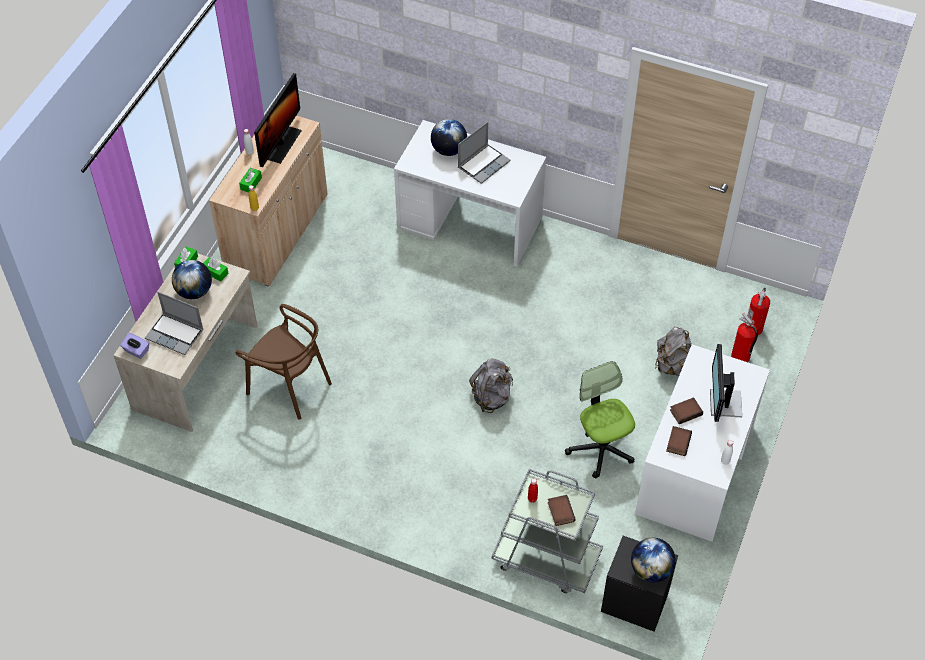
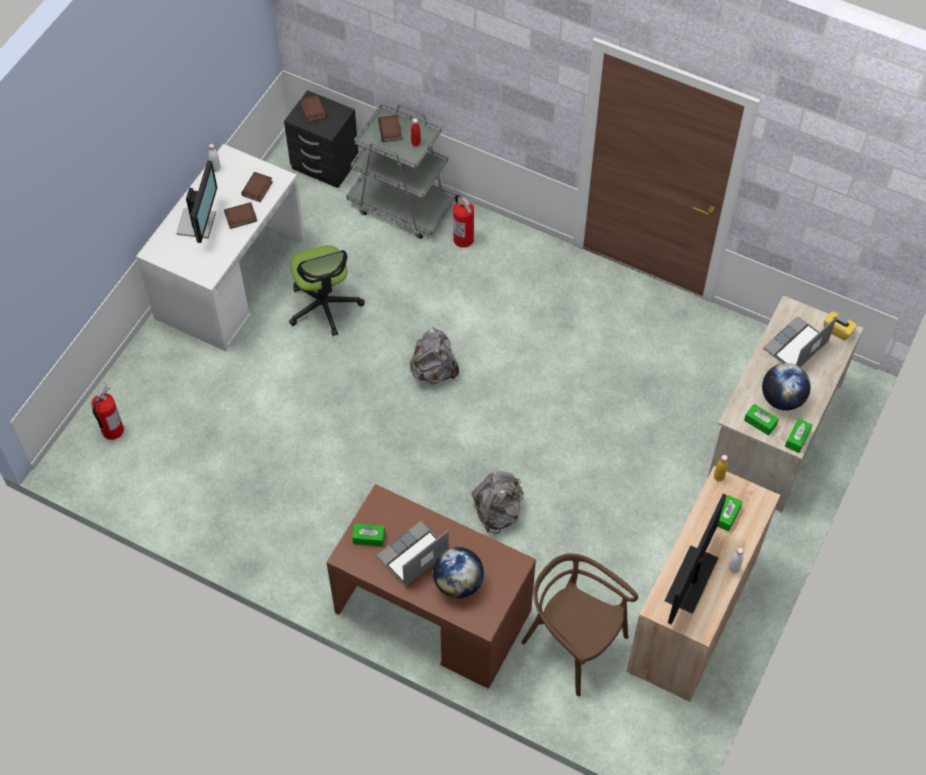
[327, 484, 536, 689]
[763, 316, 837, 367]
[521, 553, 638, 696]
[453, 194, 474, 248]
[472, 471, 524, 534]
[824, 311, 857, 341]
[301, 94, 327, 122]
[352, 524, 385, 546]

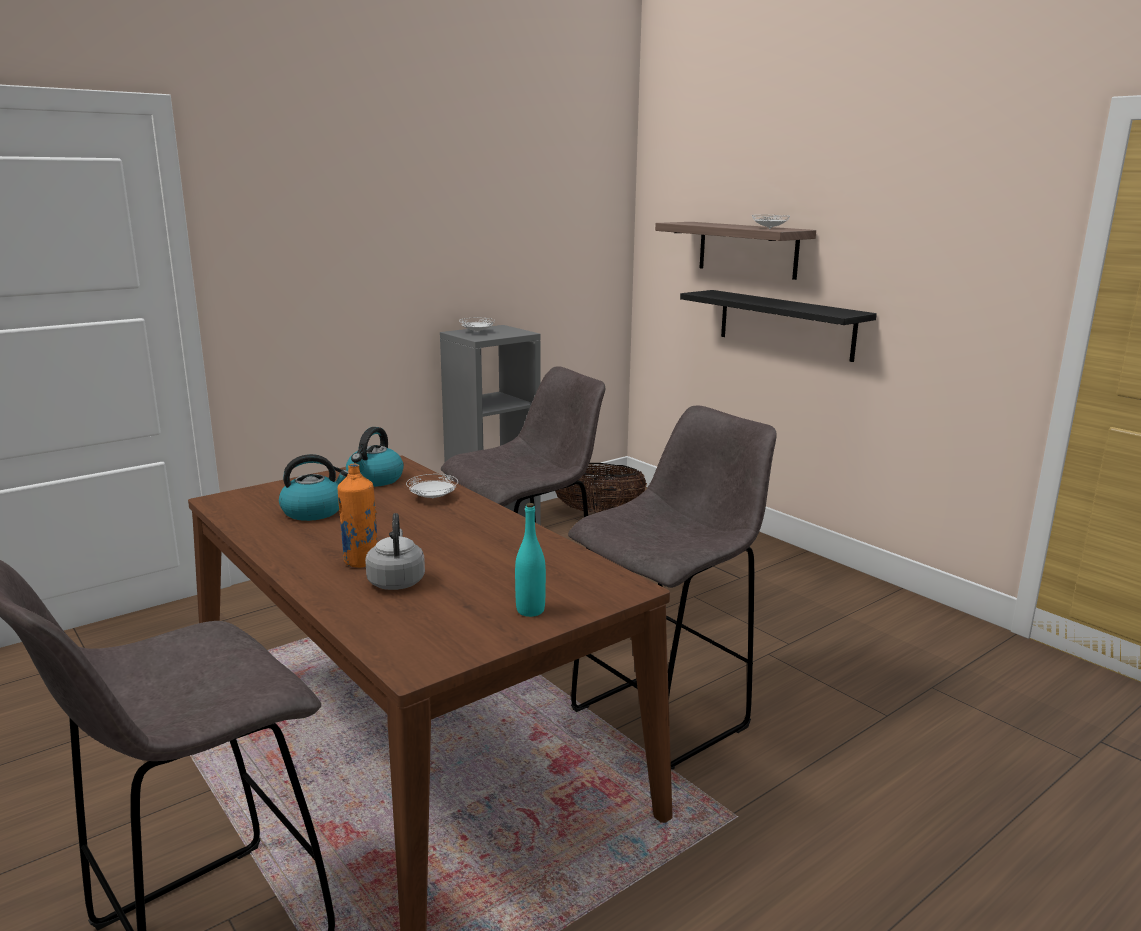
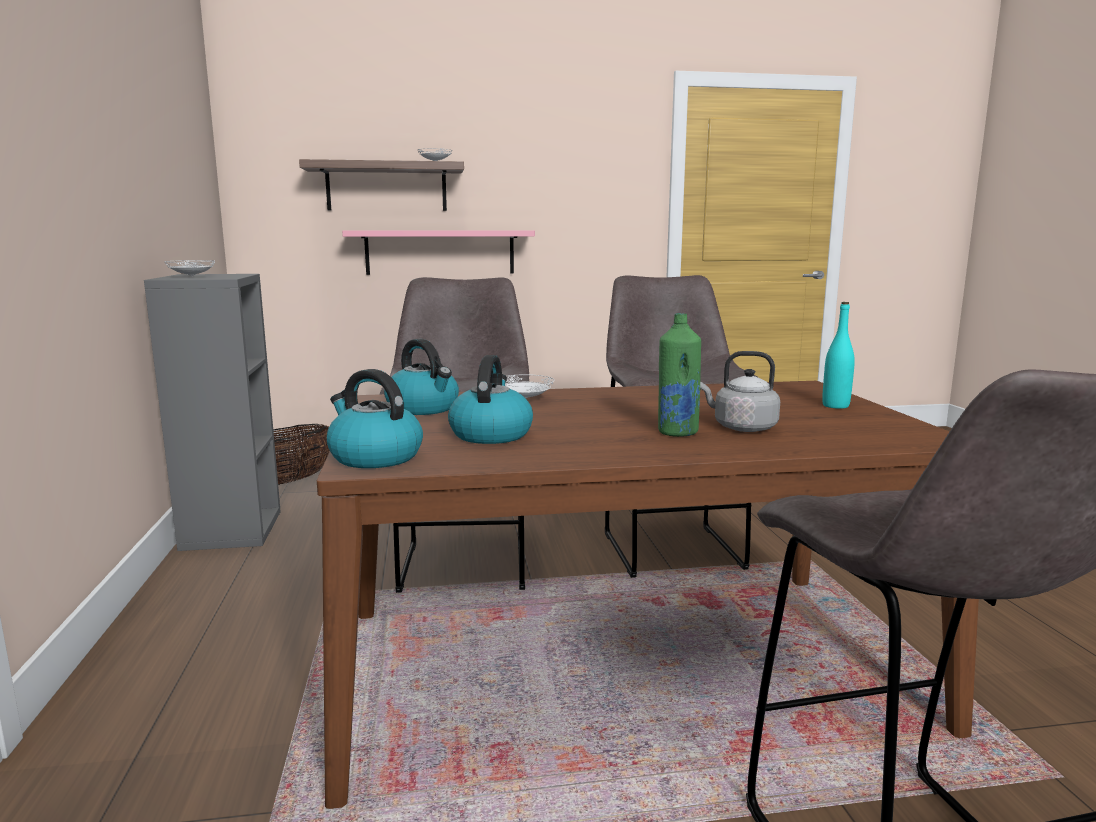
[342, 230, 535, 275]
[658, 313, 701, 437]
[327, 369, 423, 468]

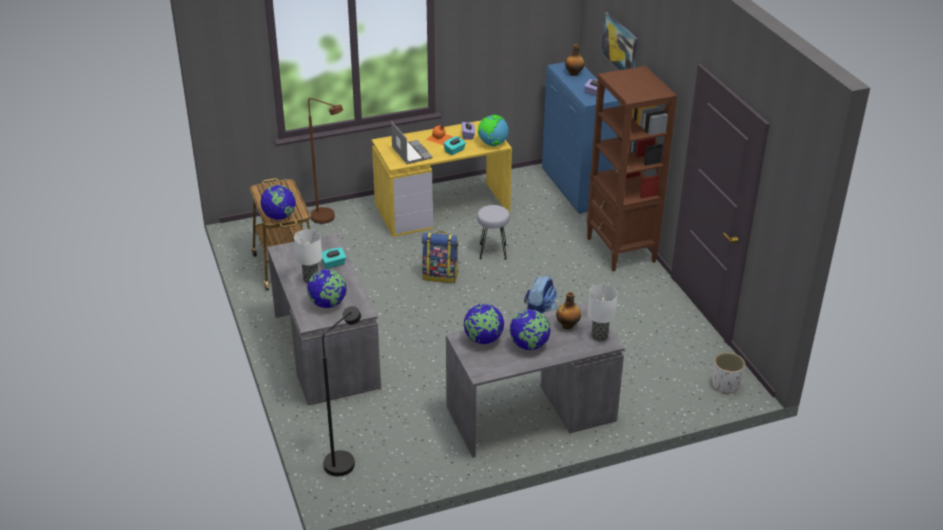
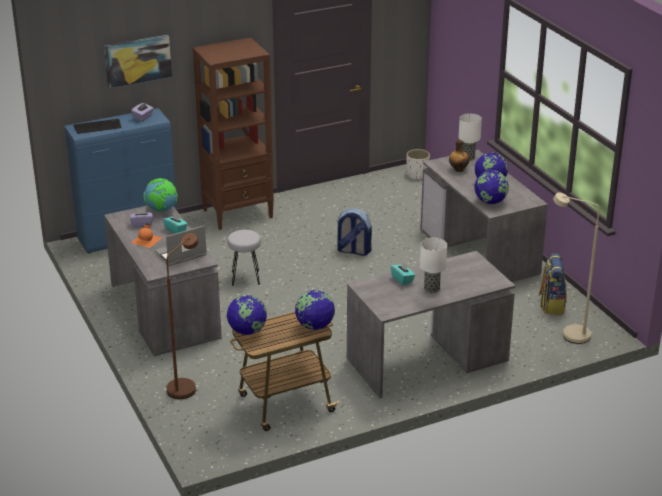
[73, 119, 122, 134]
[104, 205, 222, 356]
[539, 253, 567, 314]
[227, 295, 267, 335]
[553, 192, 600, 344]

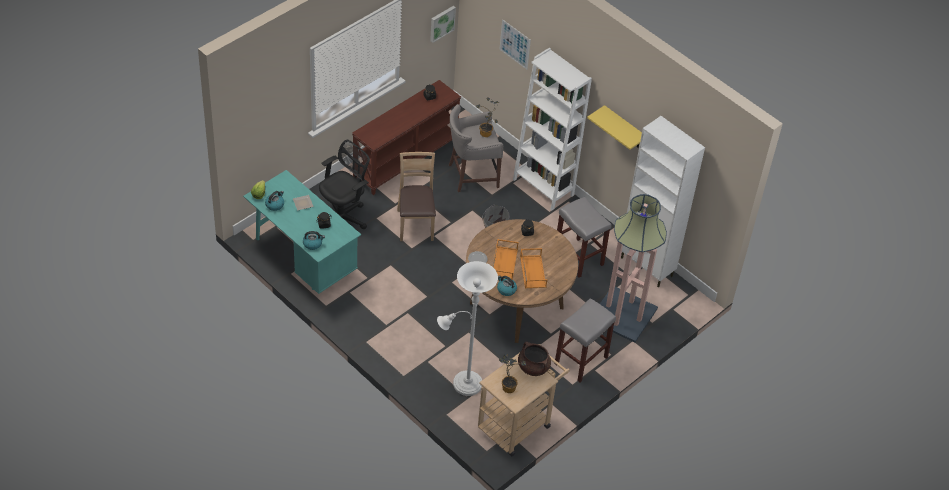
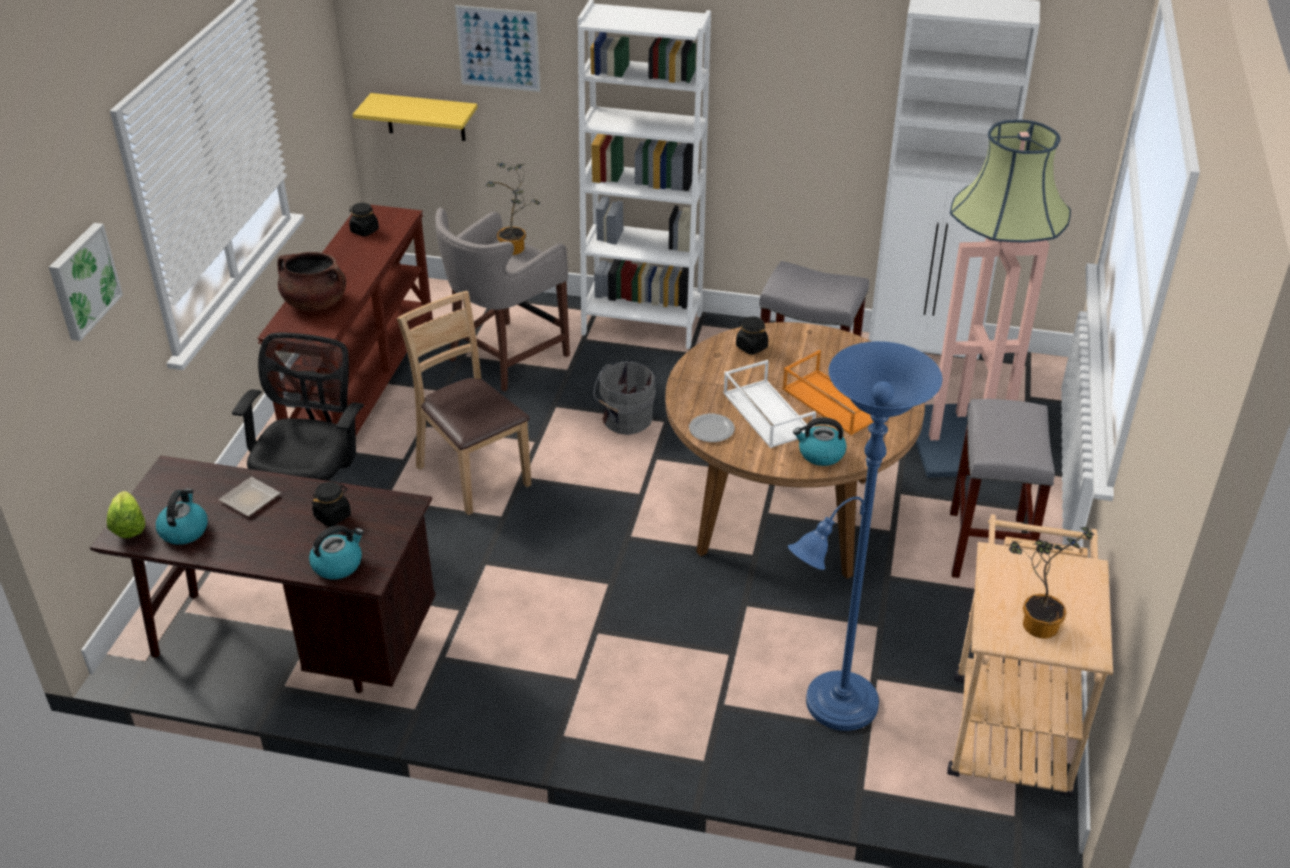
[49, 223, 123, 341]
[353, 93, 478, 141]
[90, 456, 436, 693]
[723, 360, 816, 448]
[788, 341, 942, 731]
[278, 252, 346, 311]

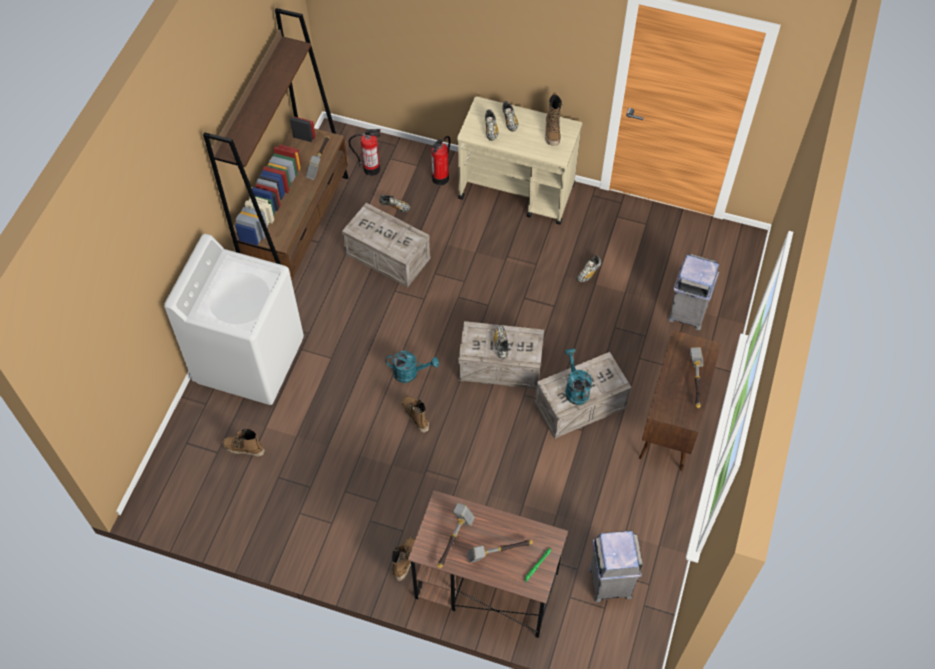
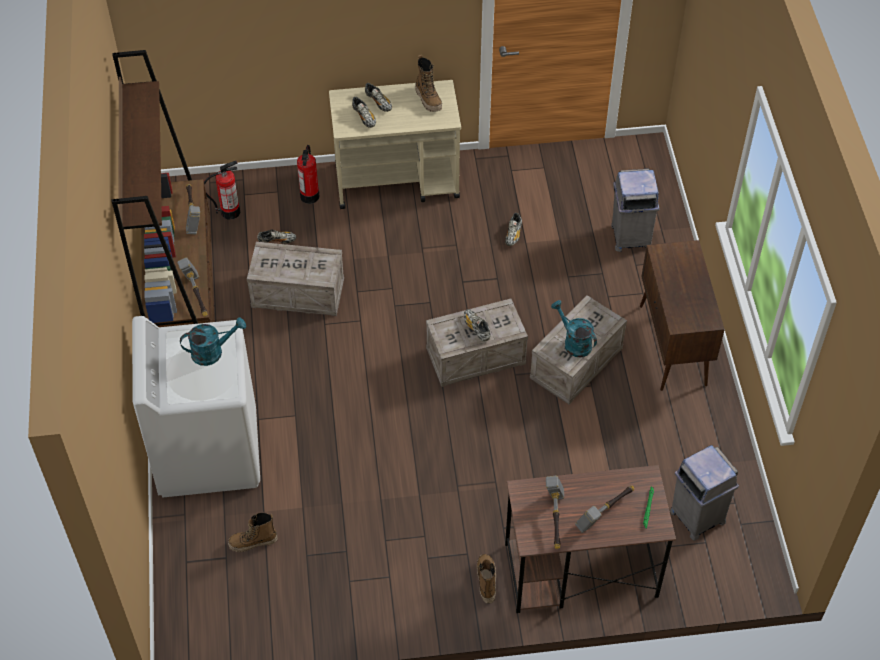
[177, 257, 208, 316]
[180, 317, 246, 366]
[402, 396, 429, 433] (first image)

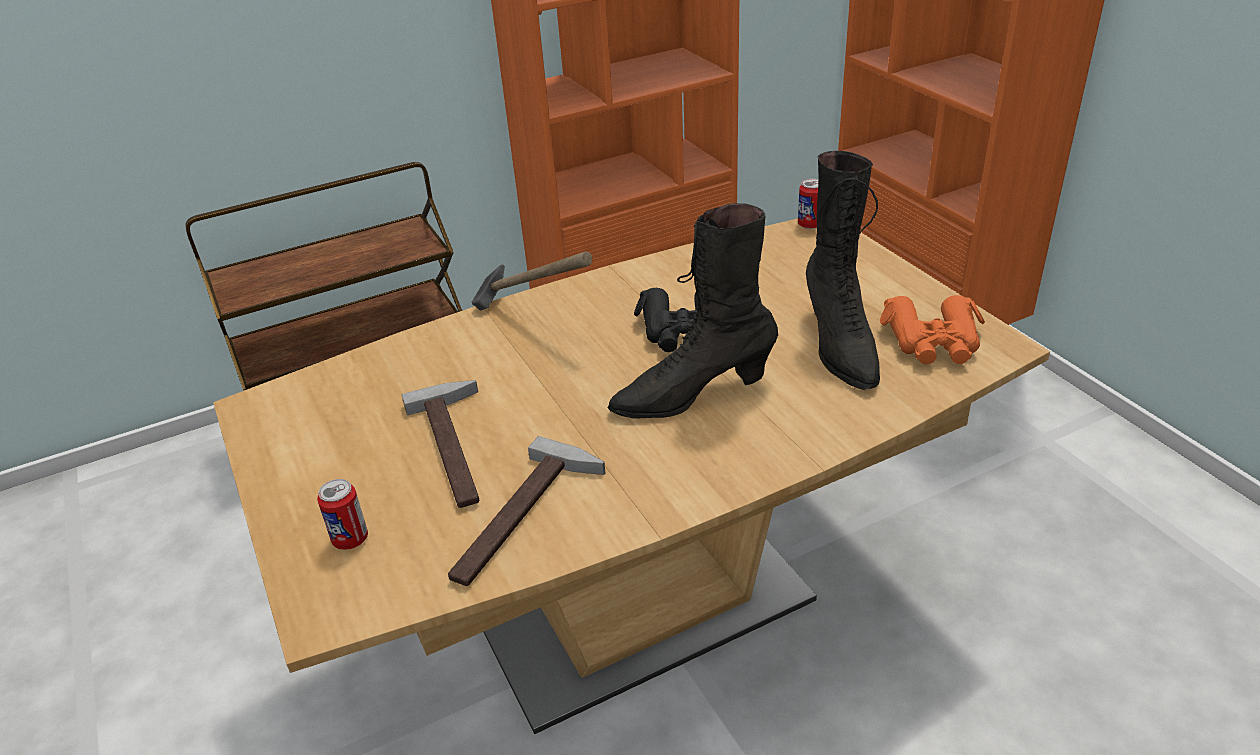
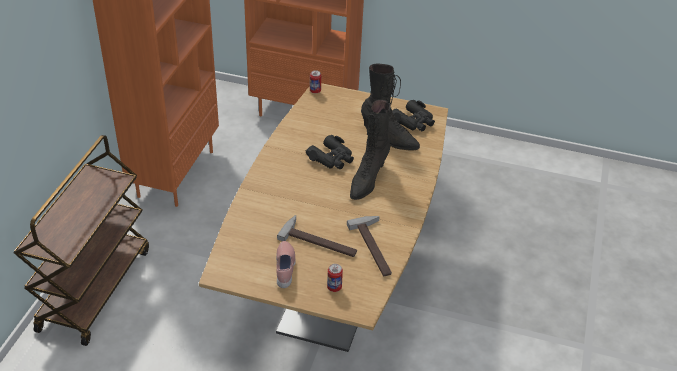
[472, 251, 592, 310] (first image)
[392, 100, 435, 131]
[276, 241, 296, 288]

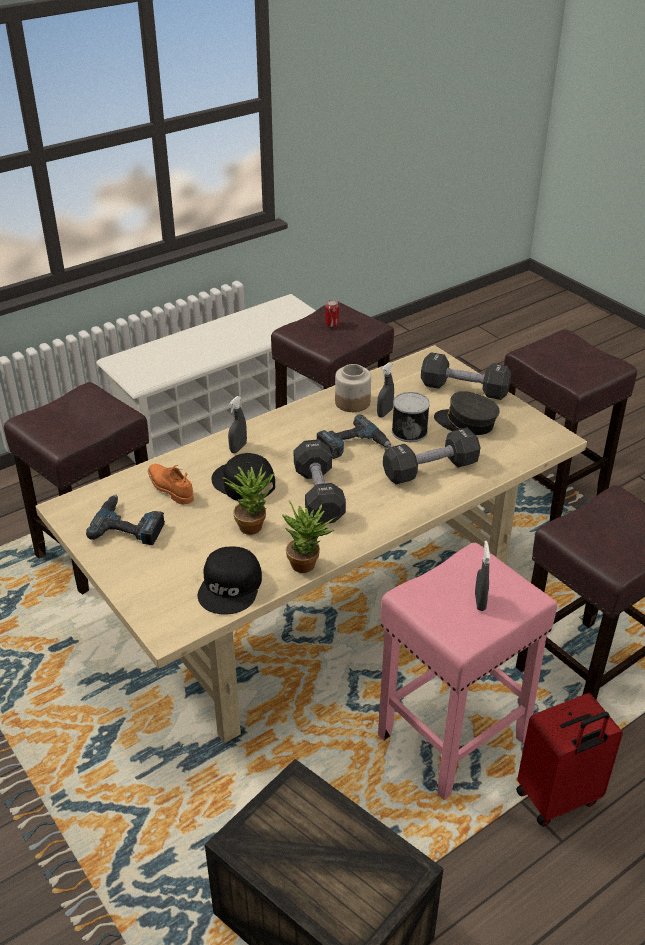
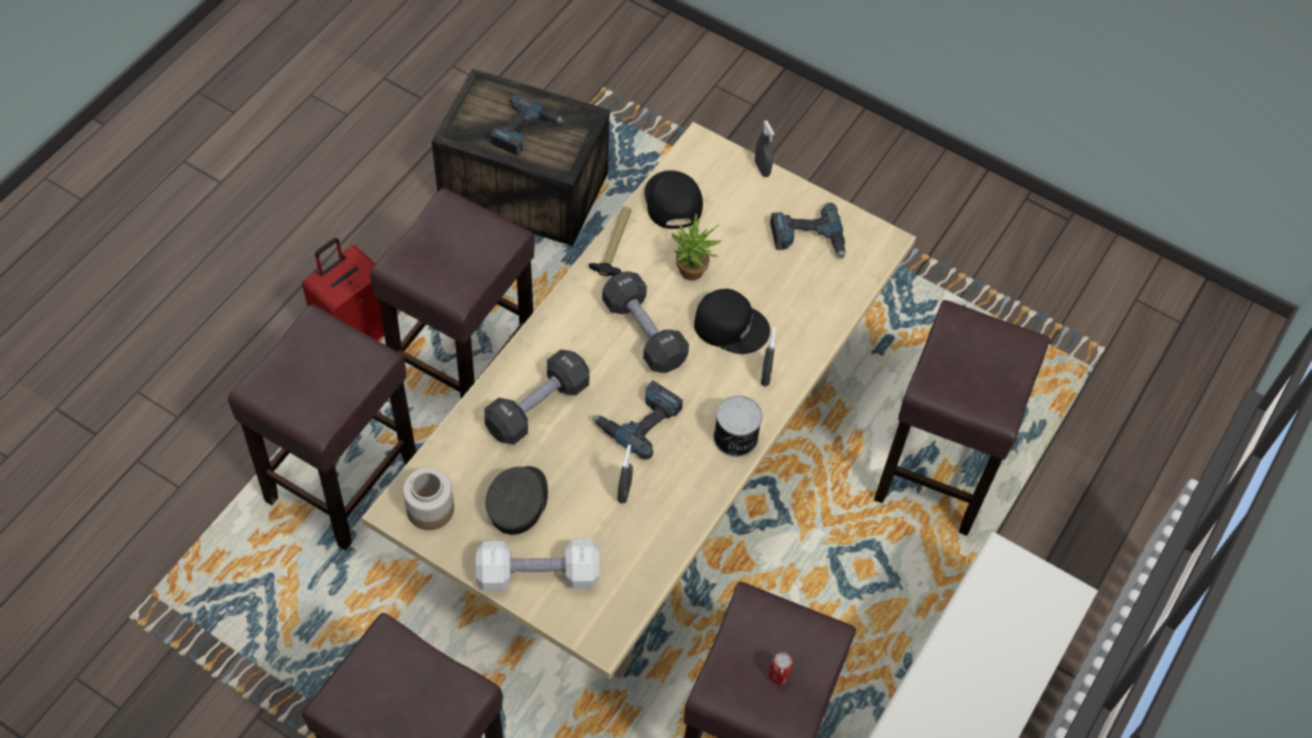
[476, 539, 599, 591]
[403, 468, 454, 530]
[485, 466, 548, 535]
[713, 395, 762, 457]
[148, 464, 194, 505] (first image)
[589, 207, 631, 276]
[755, 120, 774, 177]
[370, 188, 535, 399]
[490, 95, 564, 156]

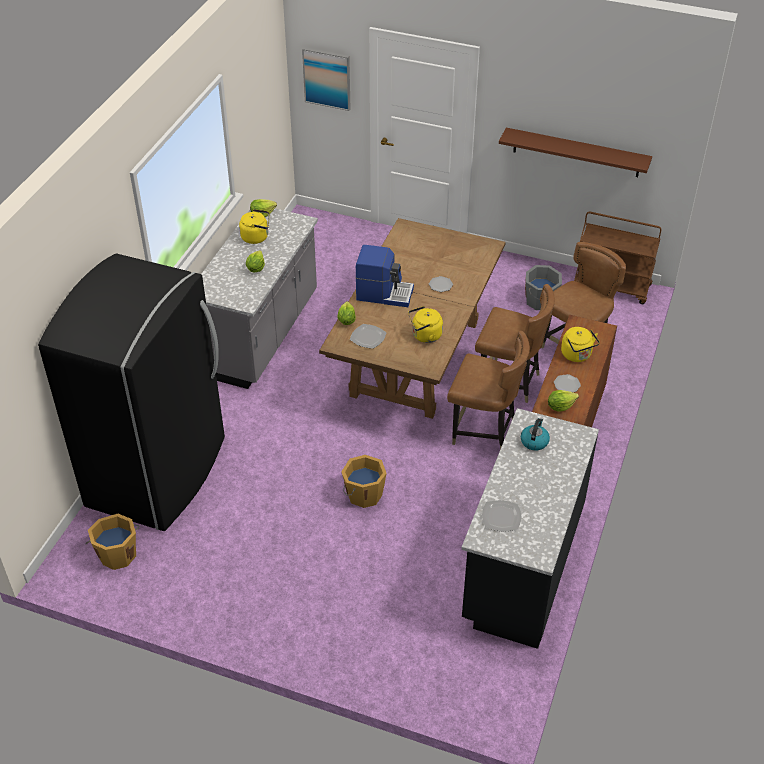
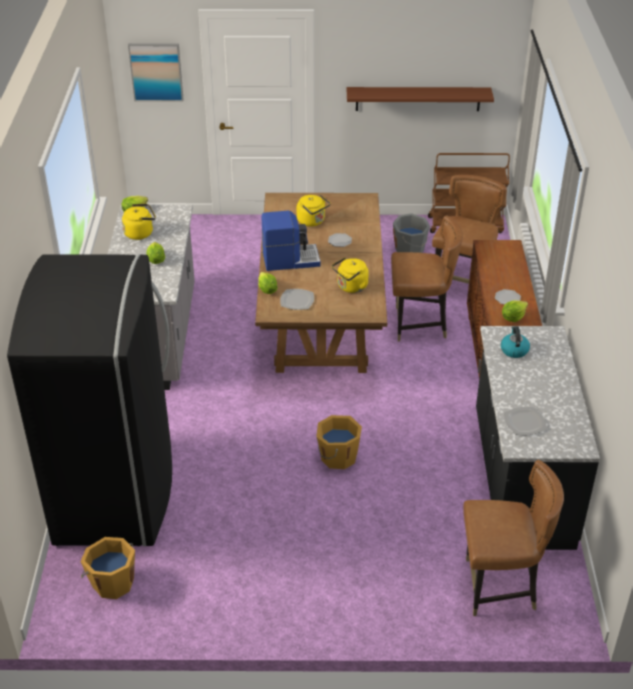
[297, 195, 331, 227]
[463, 460, 564, 616]

